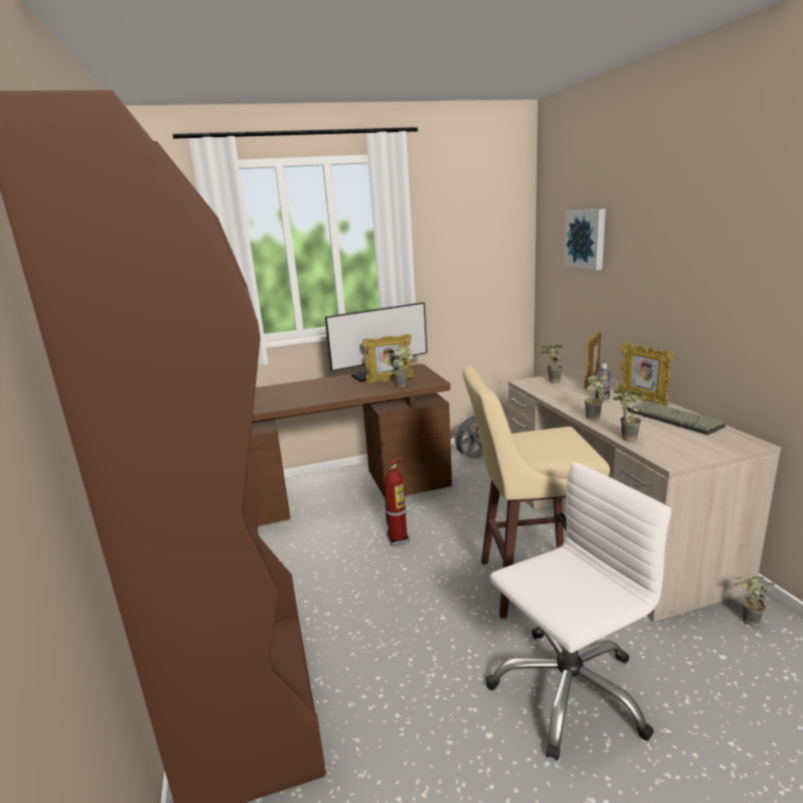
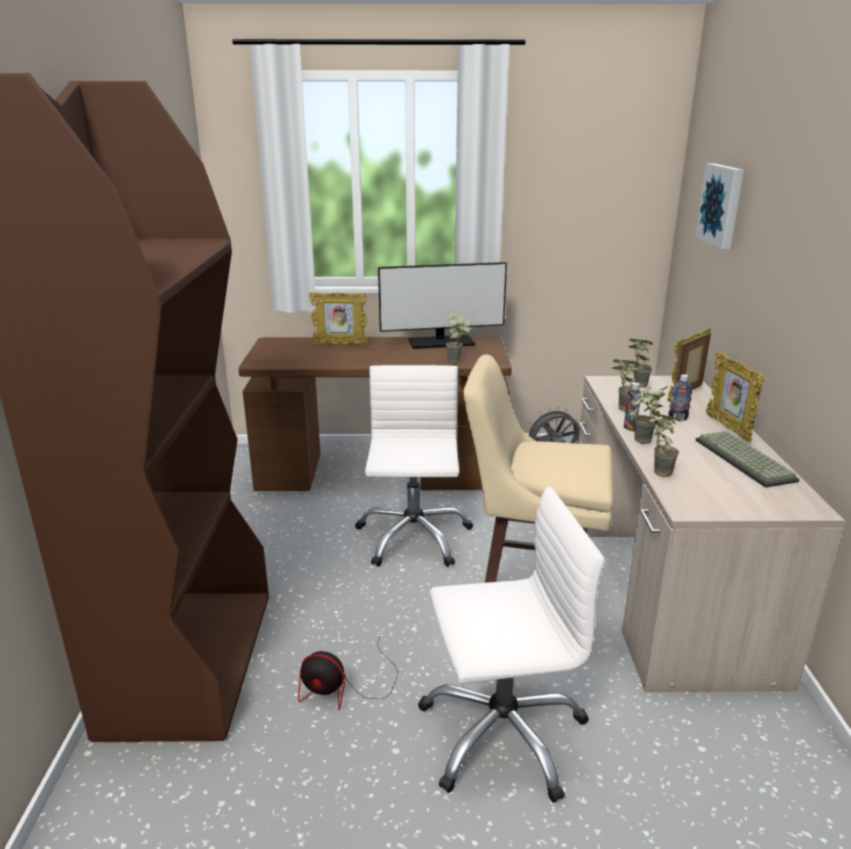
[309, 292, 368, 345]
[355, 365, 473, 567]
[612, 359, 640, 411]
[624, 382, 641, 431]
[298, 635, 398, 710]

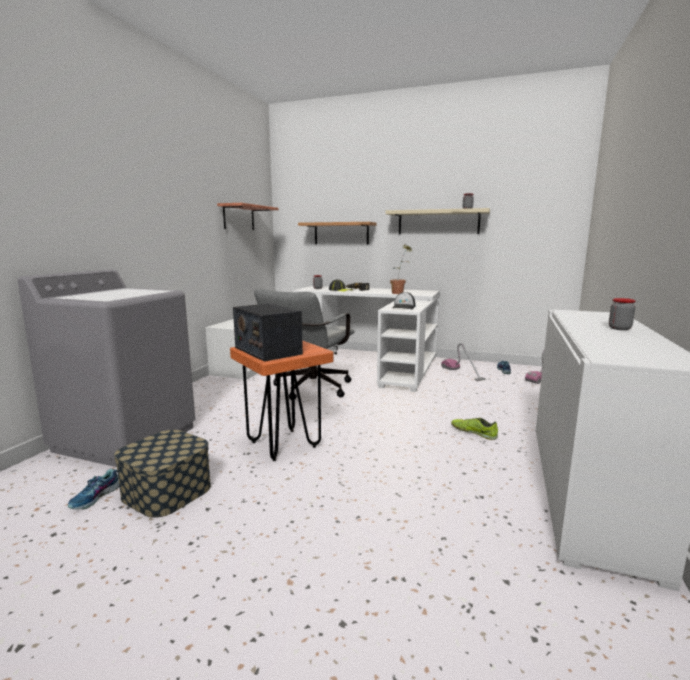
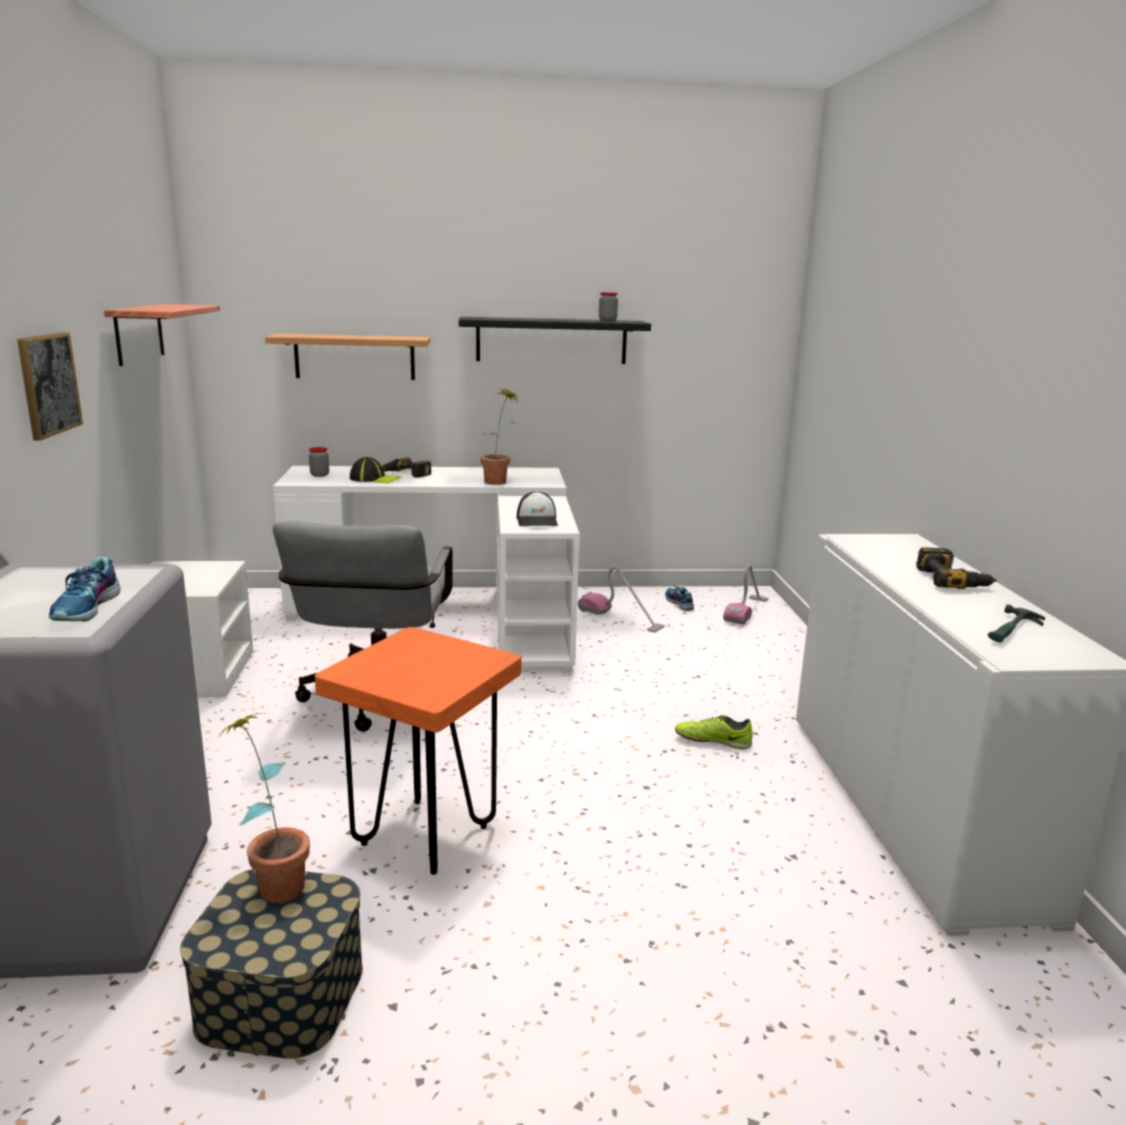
[459, 317, 651, 364]
[916, 547, 997, 589]
[233, 303, 303, 362] (first image)
[49, 557, 120, 621]
[17, 332, 83, 441]
[988, 604, 1045, 642]
[217, 713, 310, 903]

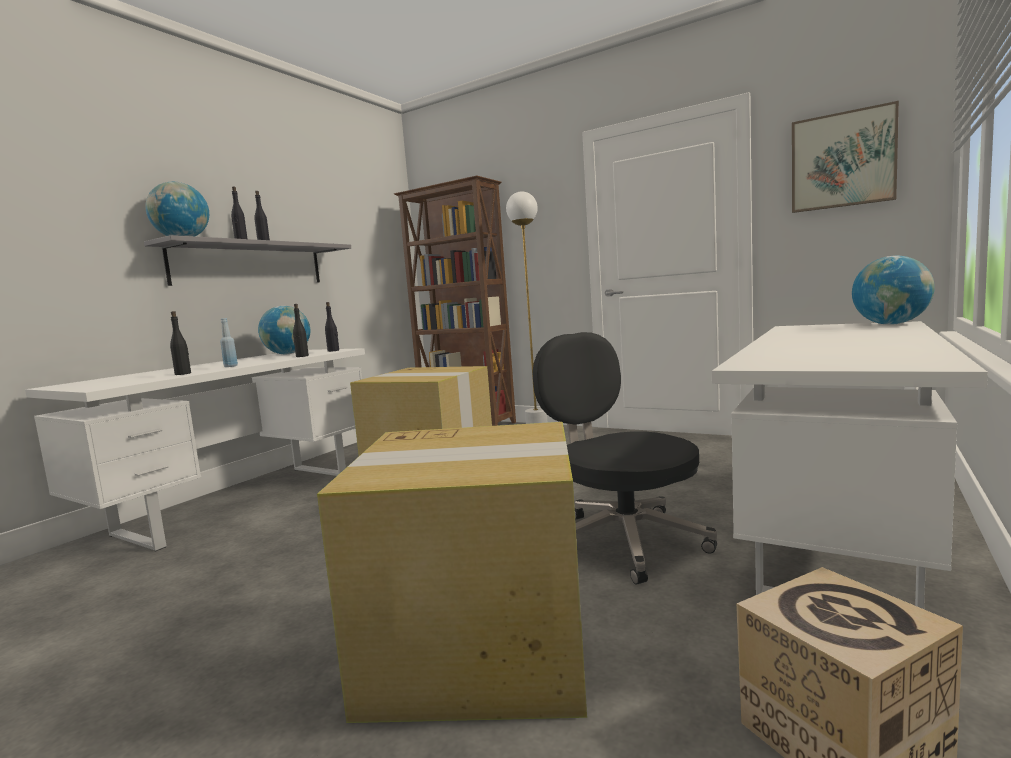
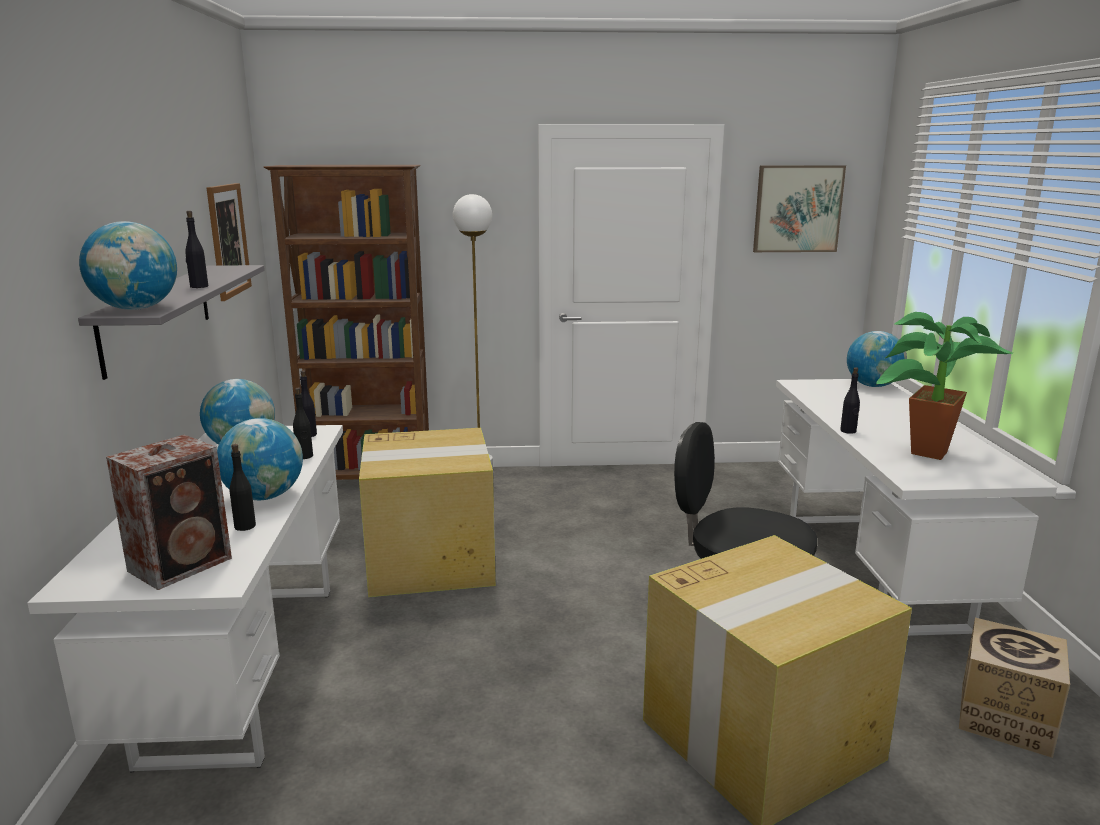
[840, 367, 860, 434]
[217, 418, 303, 500]
[207, 183, 252, 301]
[877, 312, 1013, 460]
[106, 435, 232, 590]

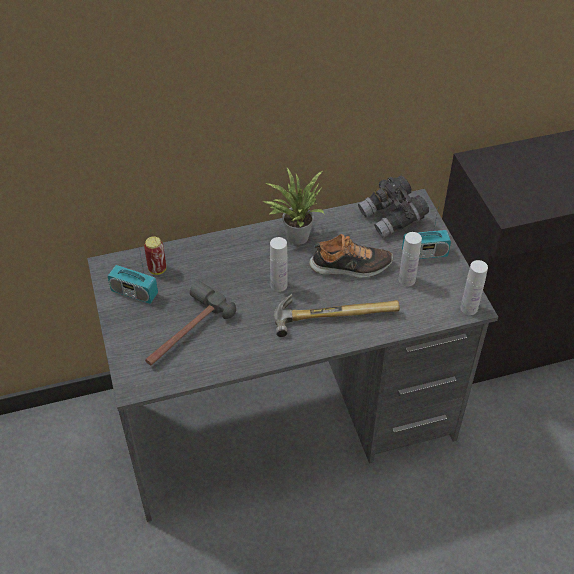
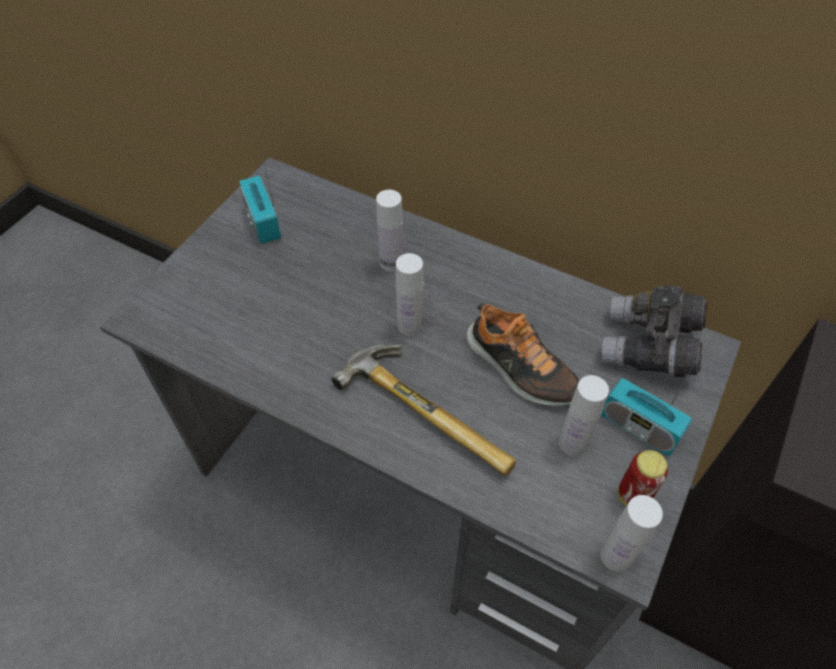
[263, 168, 325, 245] (first image)
[618, 450, 668, 506]
[145, 281, 236, 365] (first image)
[376, 190, 404, 272]

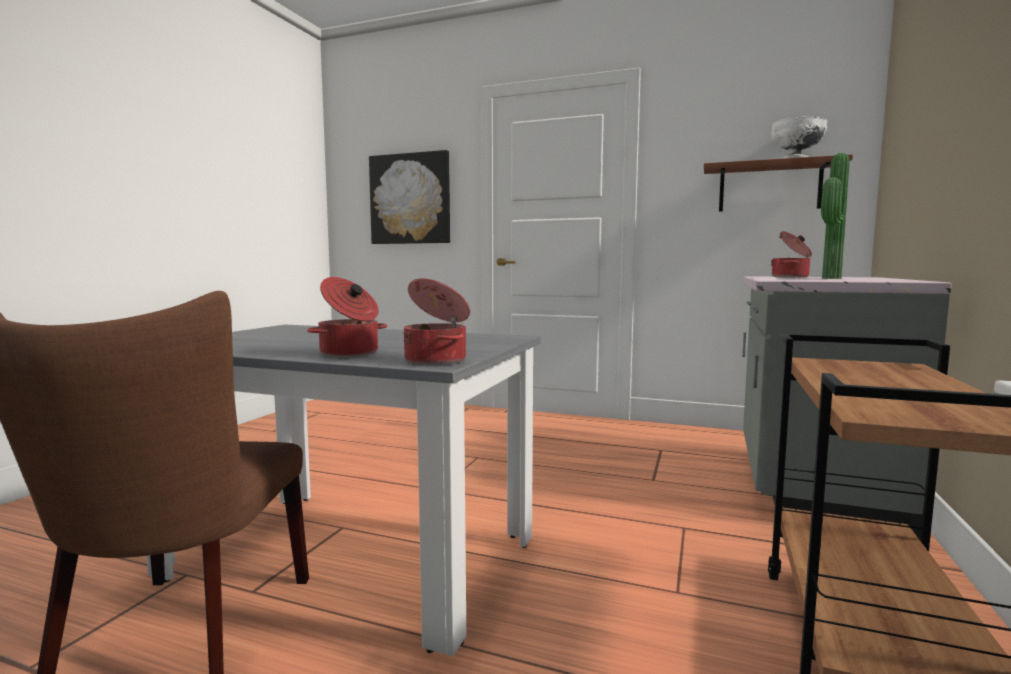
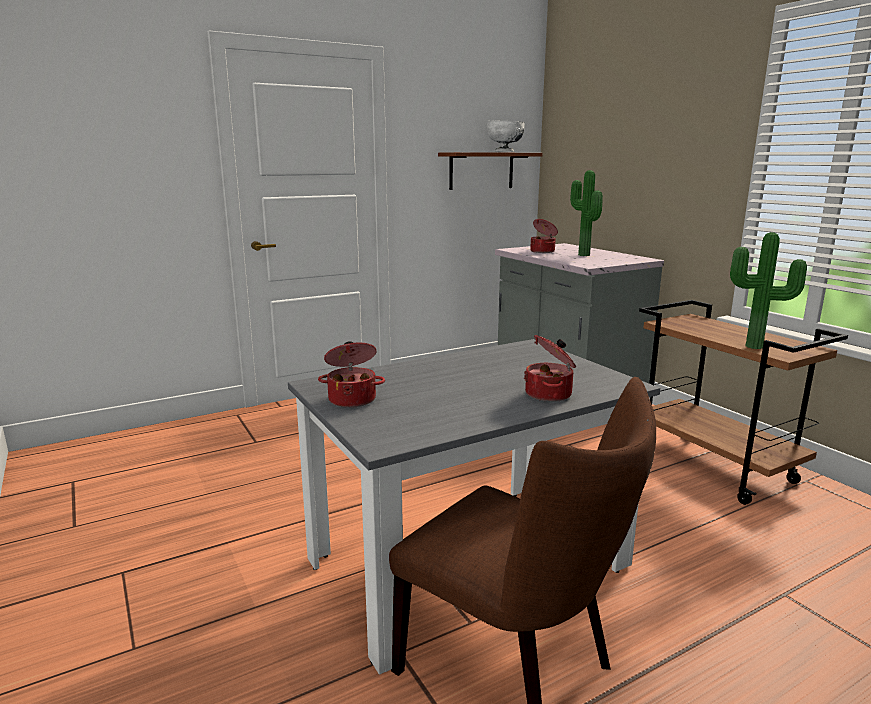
[369, 150, 450, 244] (first image)
[318, 341, 385, 408]
[730, 232, 807, 349]

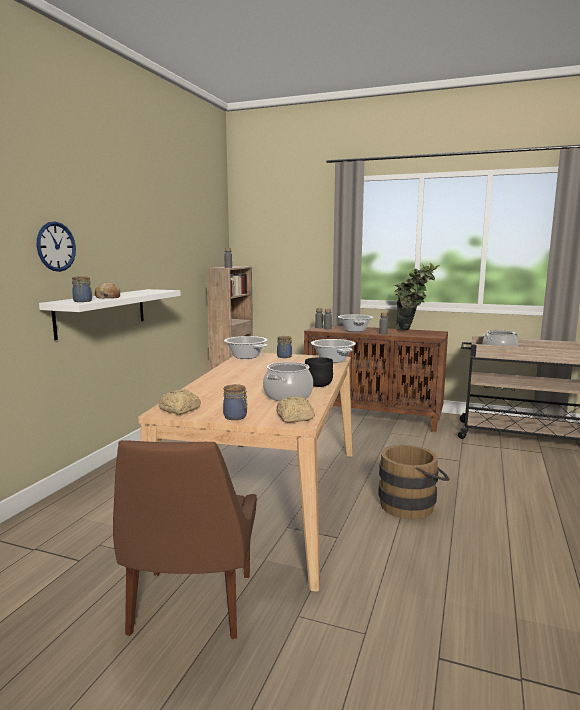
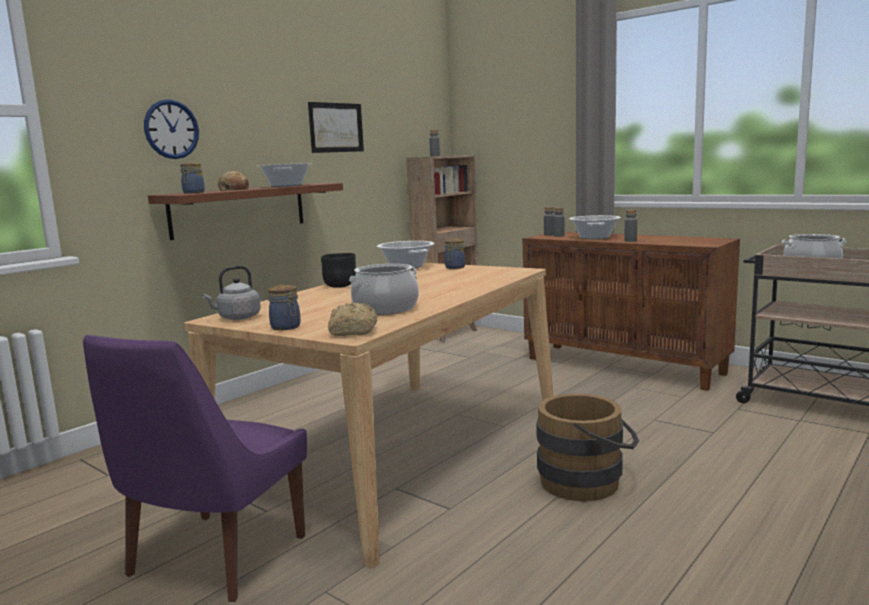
[394, 263, 440, 330] (first image)
[148, 183, 343, 240]
[257, 163, 312, 187]
[321, 253, 356, 288]
[202, 266, 261, 320]
[83, 335, 307, 602]
[308, 102, 364, 153]

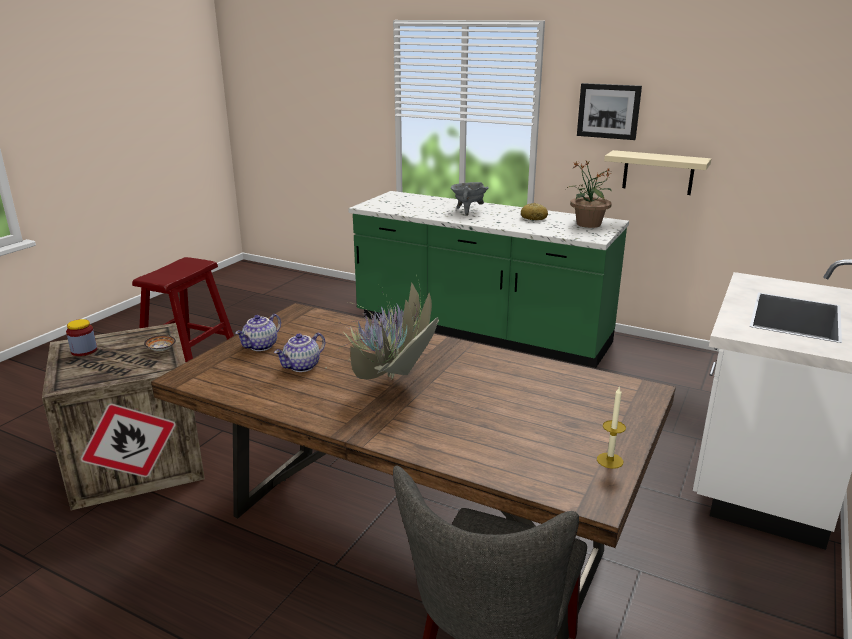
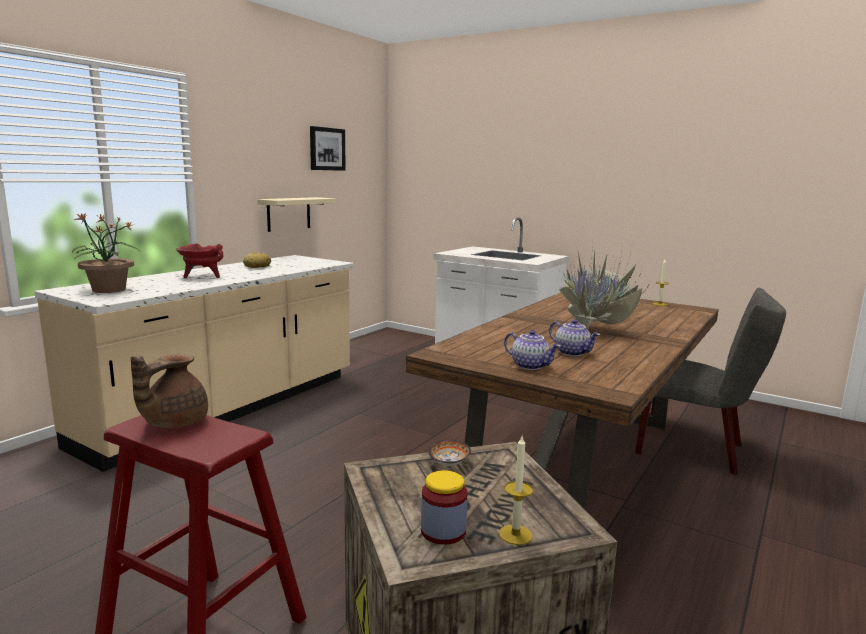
[310, 126, 346, 171]
[72, 213, 141, 293]
[176, 243, 224, 278]
[34, 255, 354, 472]
[131, 354, 208, 428]
[499, 436, 533, 545]

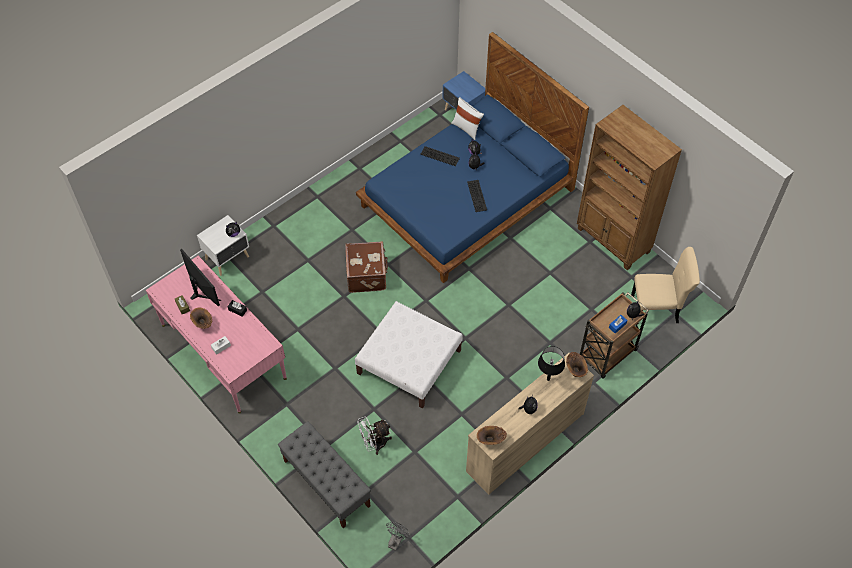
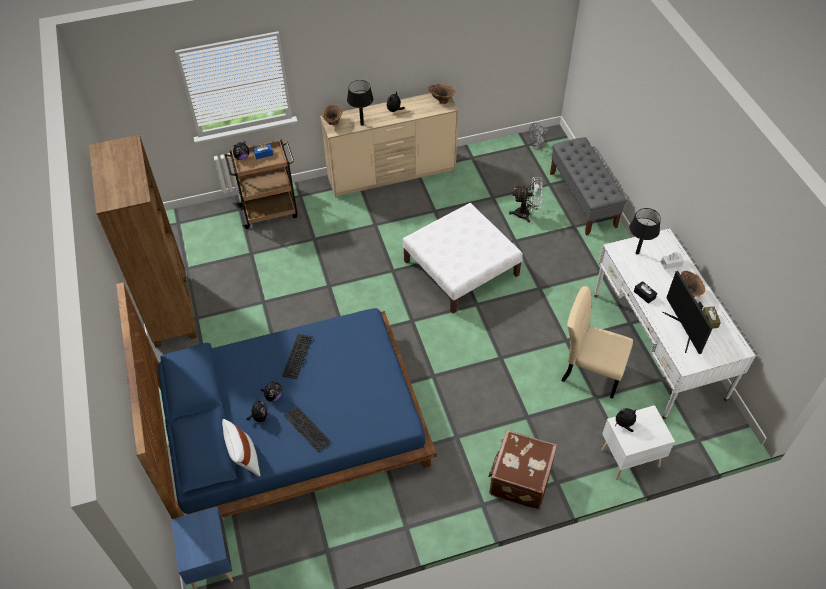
[488, 430, 557, 510]
[561, 286, 633, 399]
[594, 228, 755, 419]
[629, 208, 661, 255]

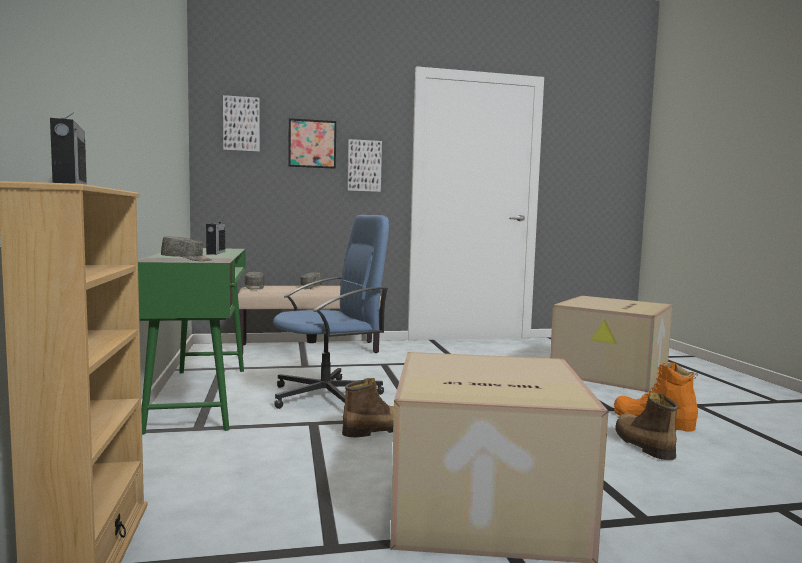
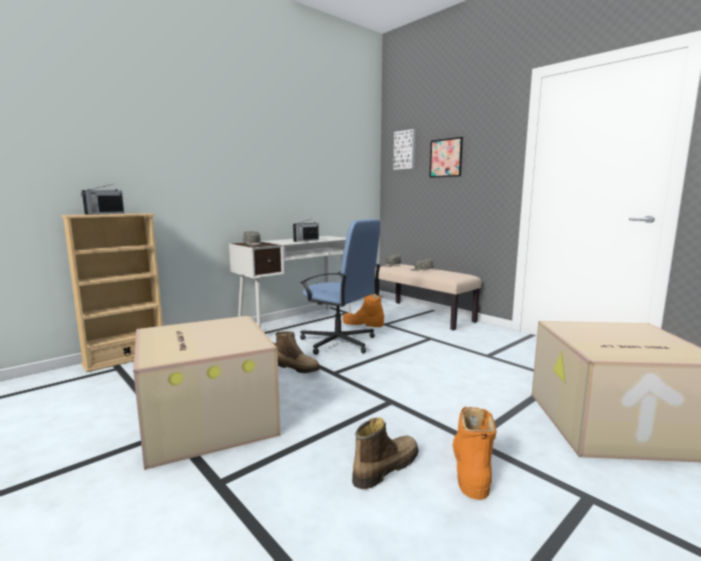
[347, 139, 382, 192] (first image)
[229, 236, 351, 328]
[343, 294, 384, 327]

